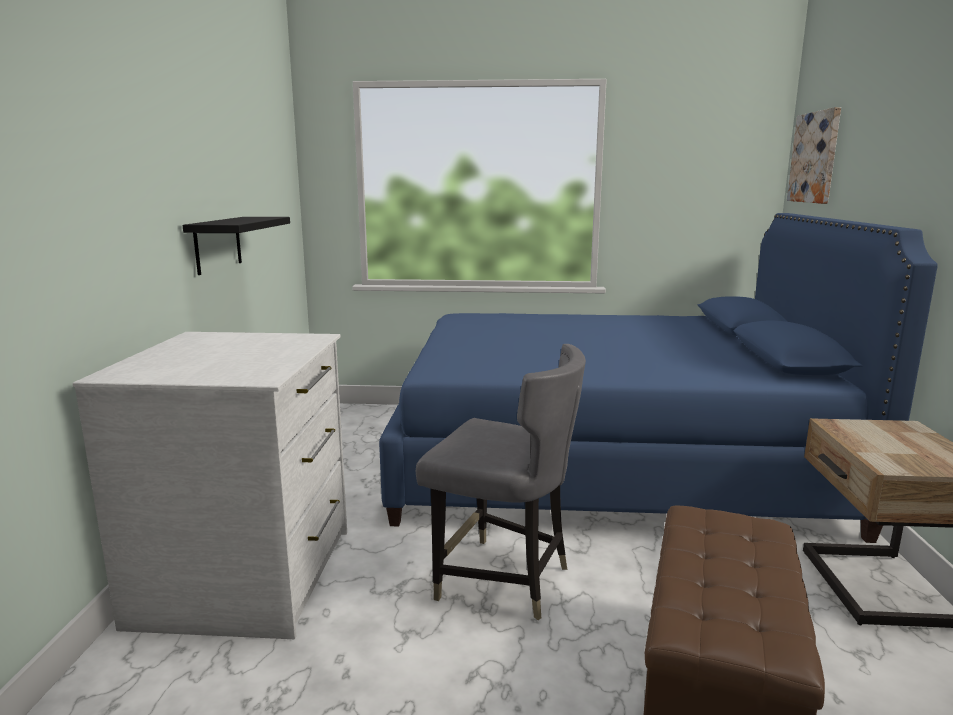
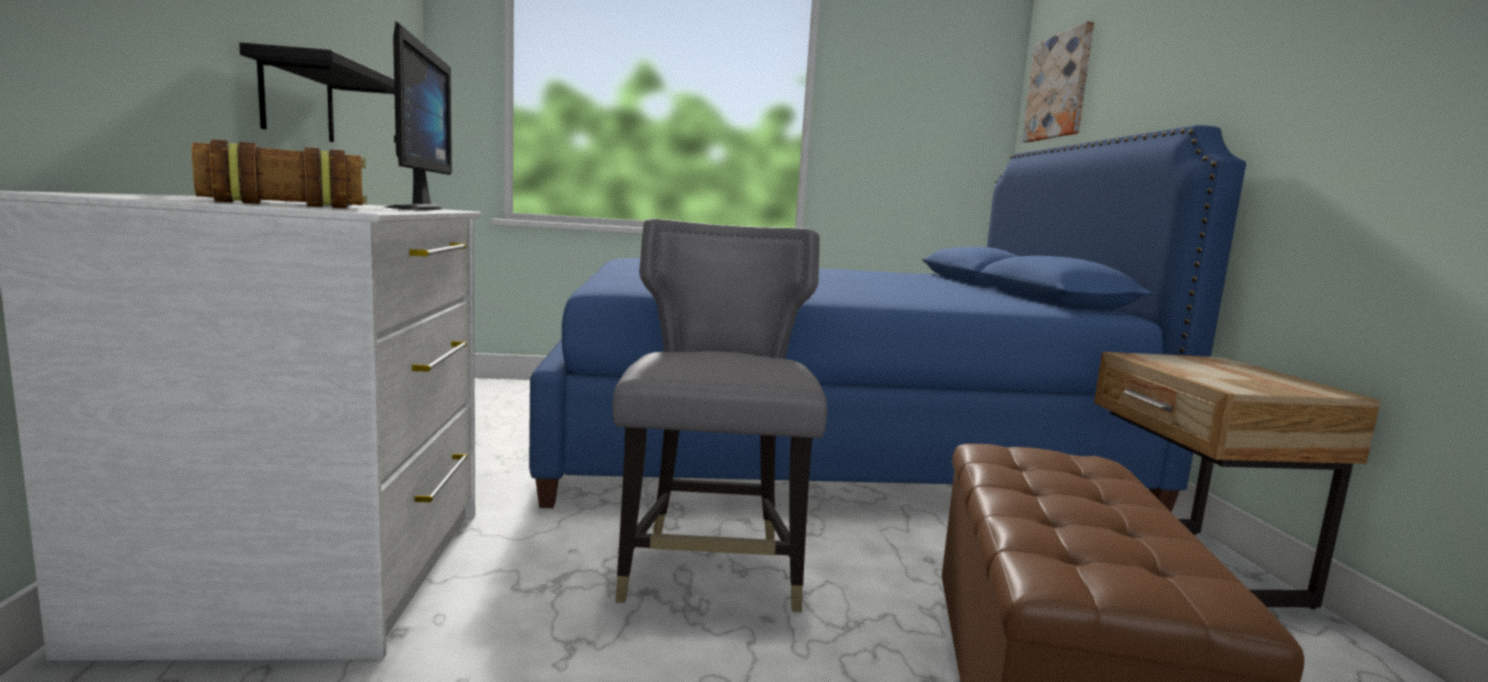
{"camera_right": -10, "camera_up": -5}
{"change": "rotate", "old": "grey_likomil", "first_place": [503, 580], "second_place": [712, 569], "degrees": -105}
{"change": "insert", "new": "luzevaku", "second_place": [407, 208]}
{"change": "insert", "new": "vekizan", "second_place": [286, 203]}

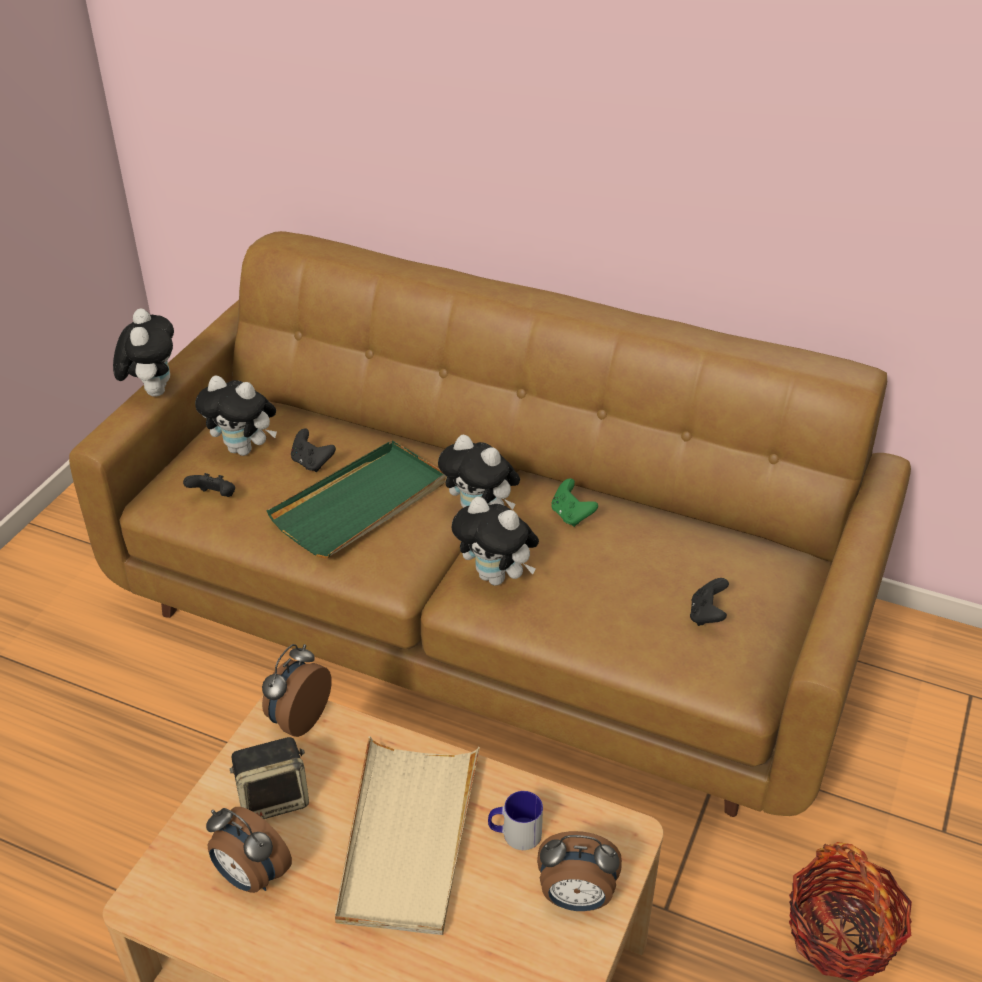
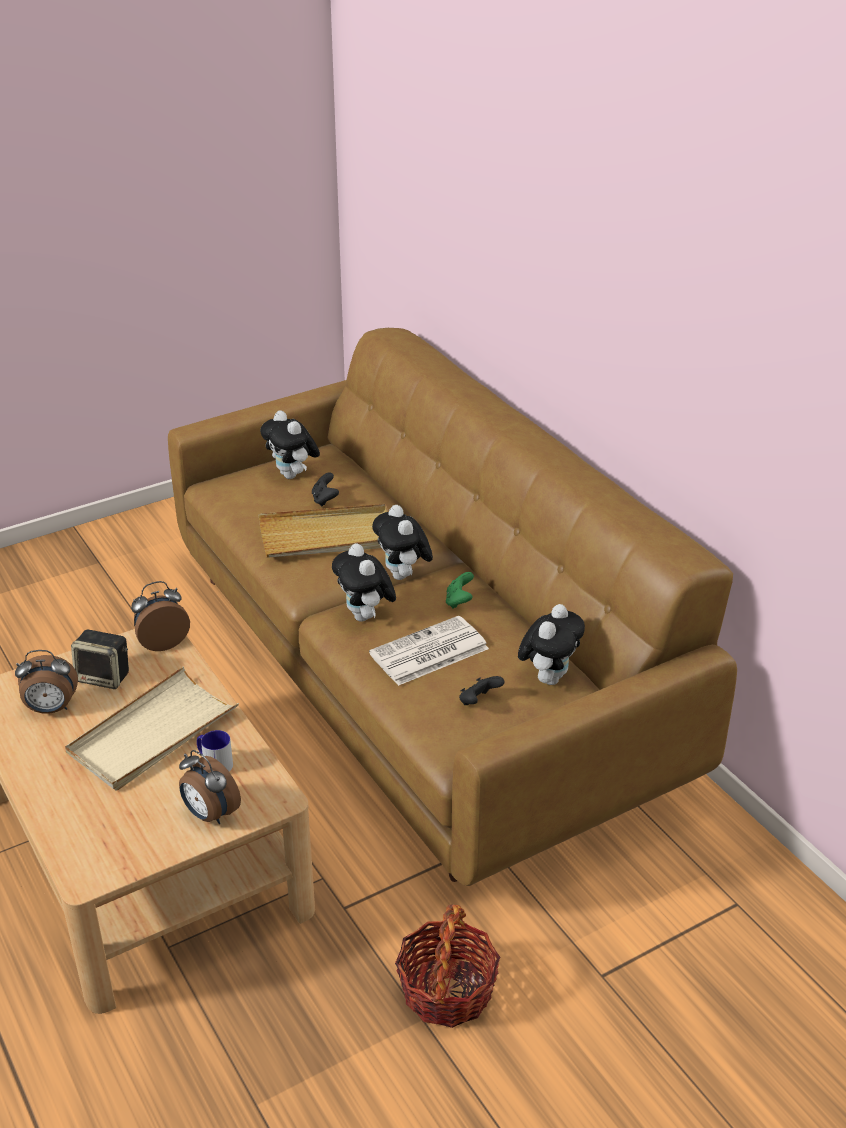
{"camera_right": 35, "camera_up": -5}
{"change": "move", "old": "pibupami", "first_place": [152, 390], "second_place": [549, 677]}
{"change": "recolor", "old": "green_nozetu", "new": "beige_nozetu", "first_place": [361, 503], "second_place": [328, 536]}
{"change": "delete", "old": "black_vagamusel", "first_place": [214, 497]}
{"change": "rotate", "old": "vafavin", "first_place": [251, 877], "second_place": [51, 709], "degrees": -75}
{"change": "insert", "new": "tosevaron", "second_place": [428, 652]}

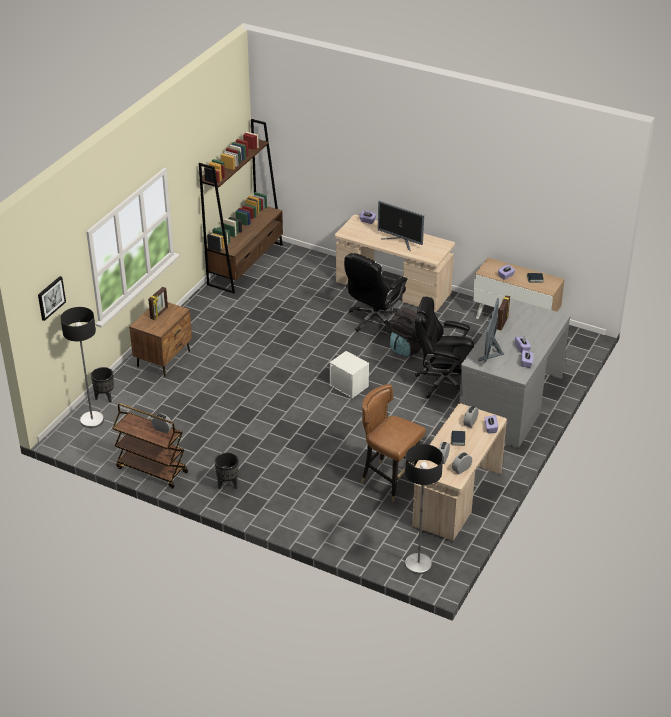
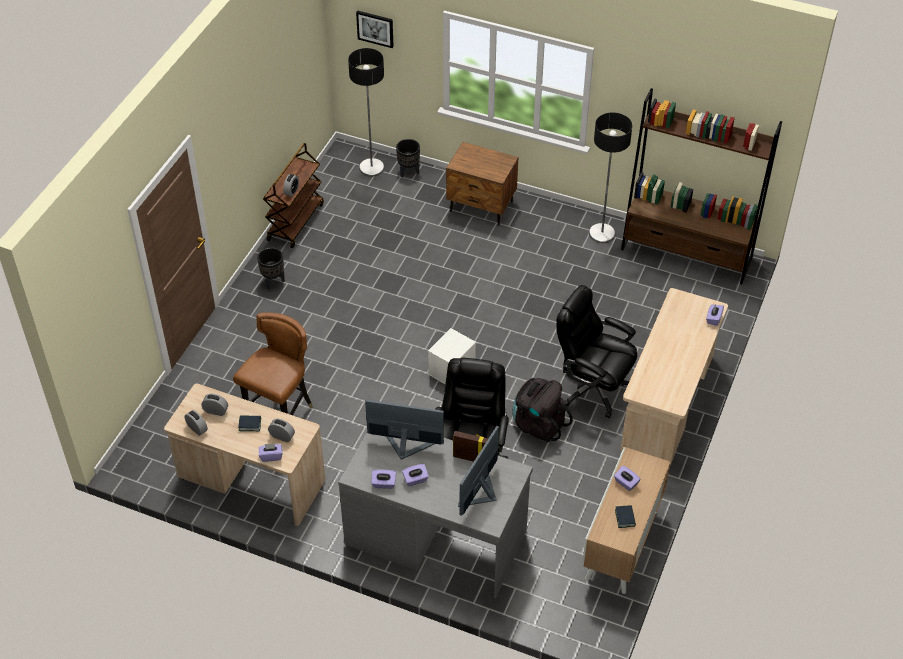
{"camera_right": 85, "camera_up": 10}
{"change": "move", "old": "luzevaku", "first_place": [400, 242], "second_place": [481, 493]}
{"change": "delete", "old": "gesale", "first_place": [159, 313]}
{"change": "move", "old": "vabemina", "first_place": [418, 564], "second_place": [602, 234]}

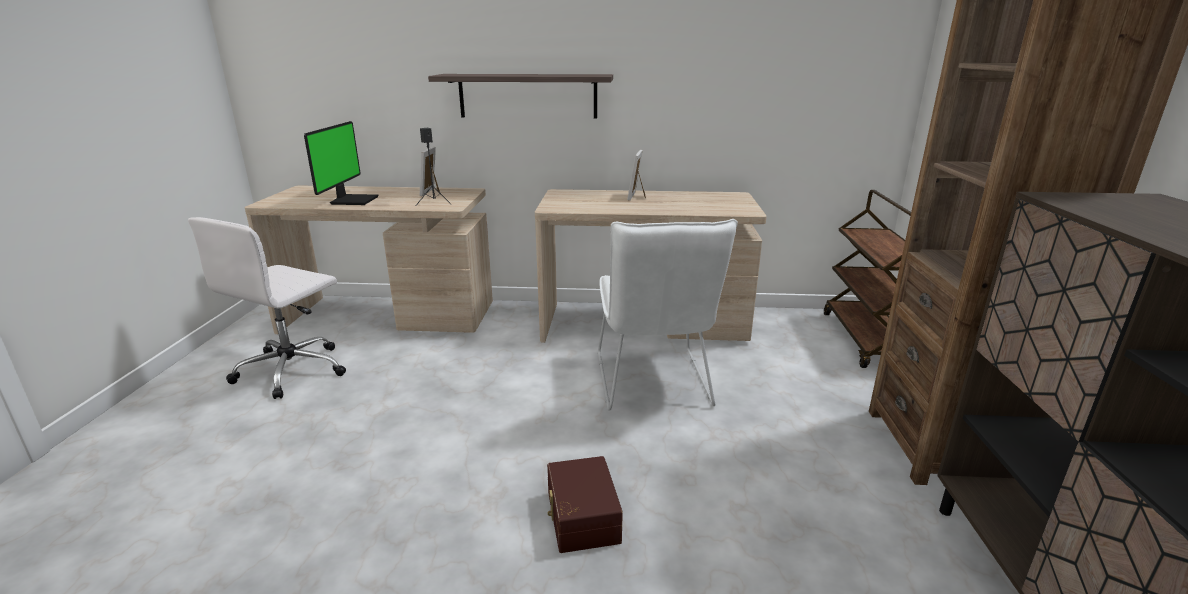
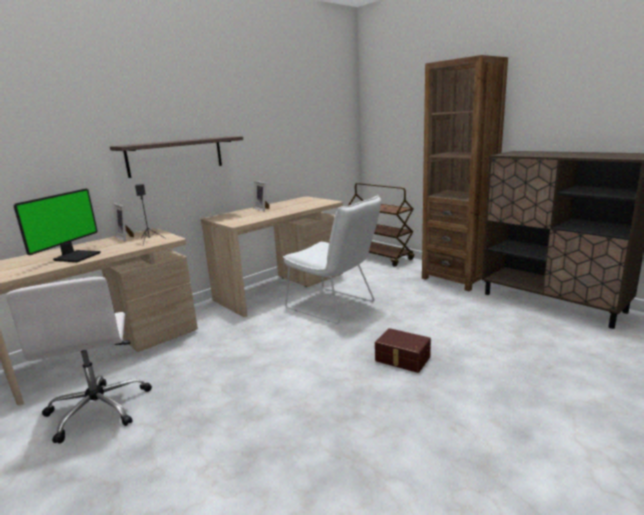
{"camera_right": -45, "camera_up": -5}
{"change": "rotate", "old": "luzevaku", "first_place": [352, 200], "second_place": [76, 256], "degrees": 60}

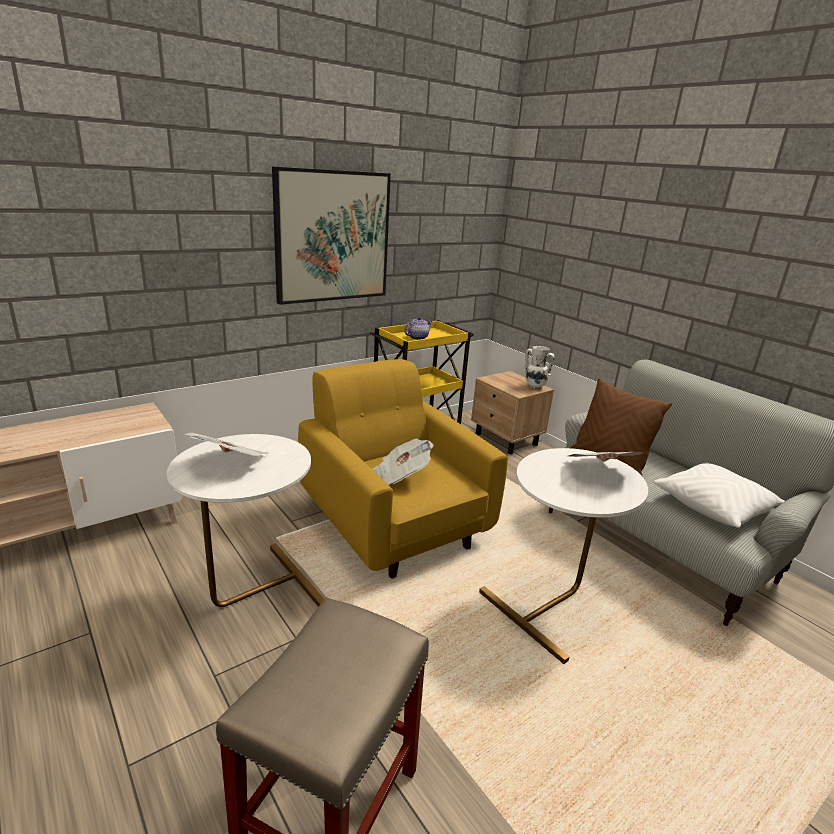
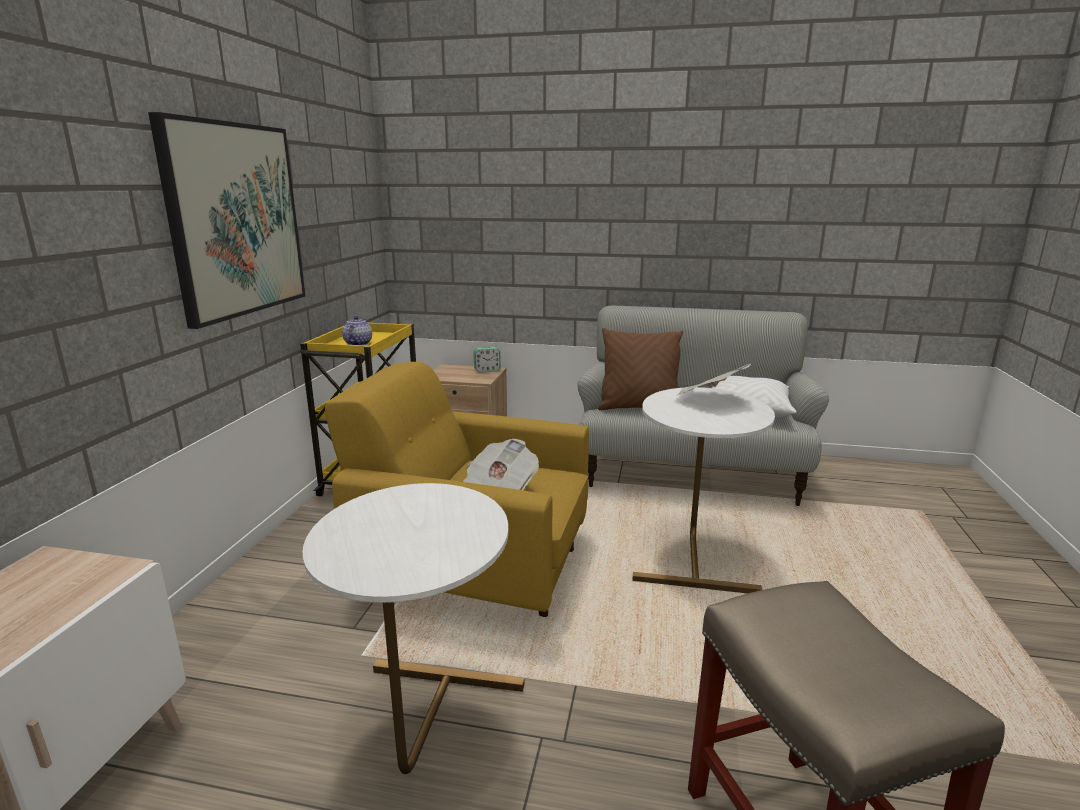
{"camera_right": -40, "camera_up": -5}
{"change": "replace", "old": "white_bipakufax", "new": "vafavin", "first_place": [534, 386], "second_place": [487, 370]}
{"change": "delete", "old": "tosevaron", "first_place": [231, 463]}

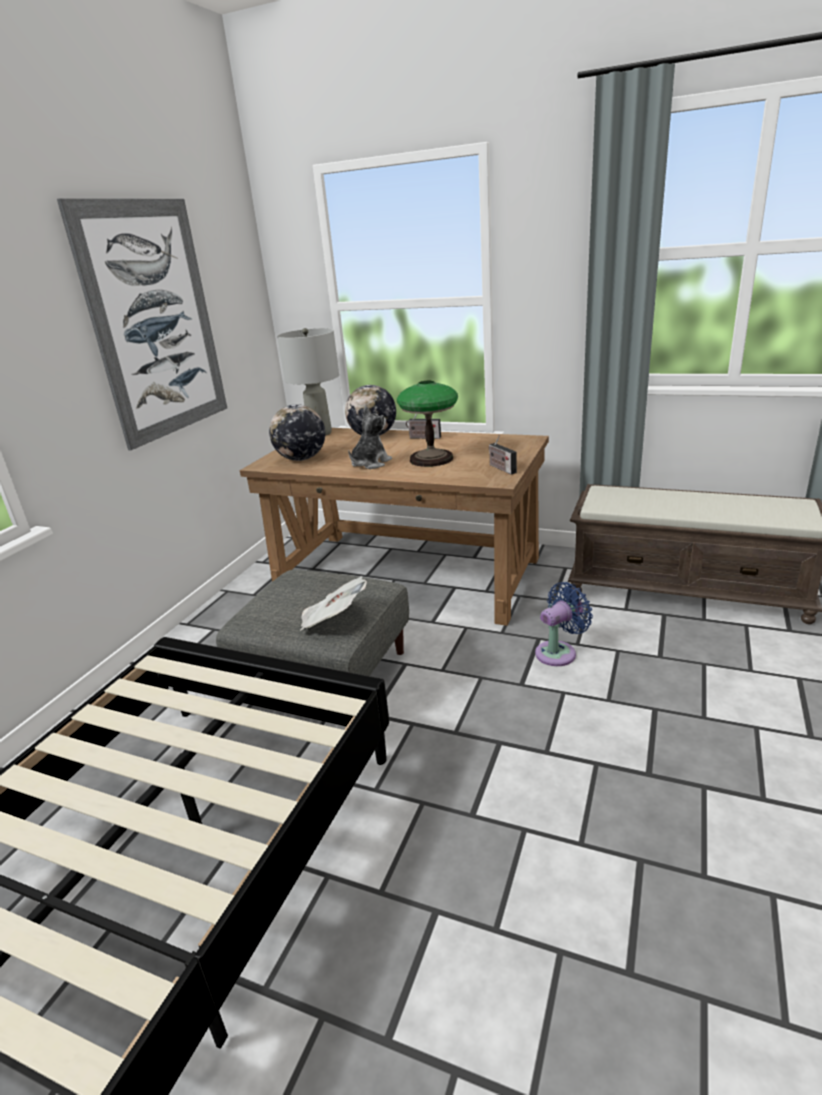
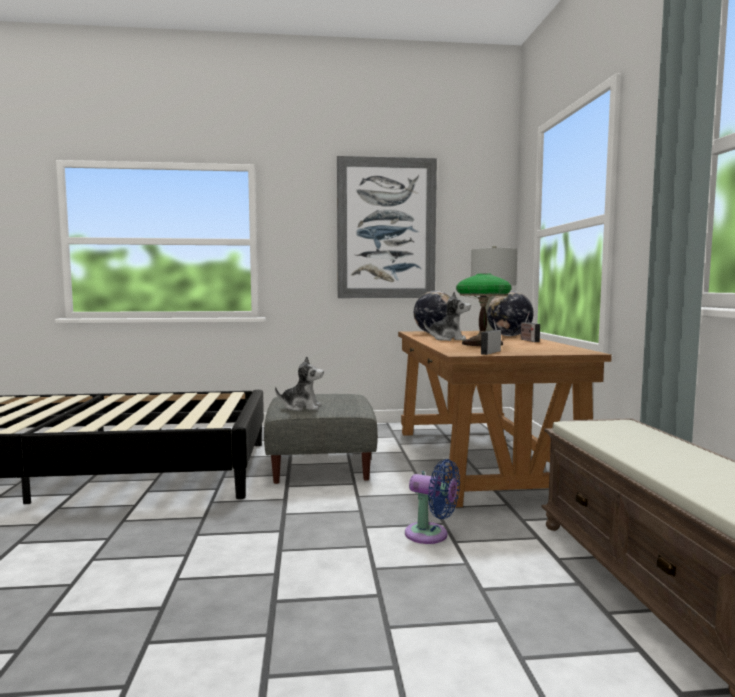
{"camera_right": 60, "camera_up": -20}
{"change": "replace", "old": "tosevaron", "new": "pibupami", "first_place": [333, 620], "second_place": [301, 407]}

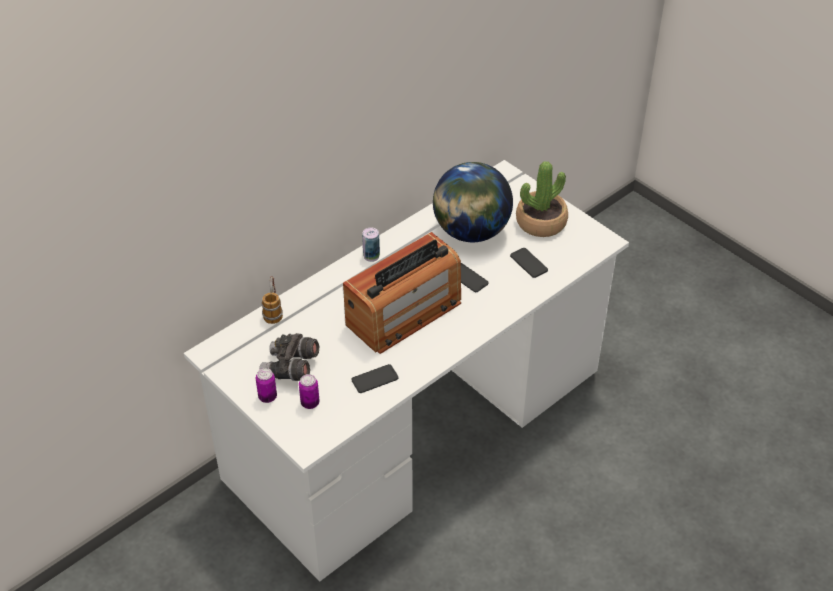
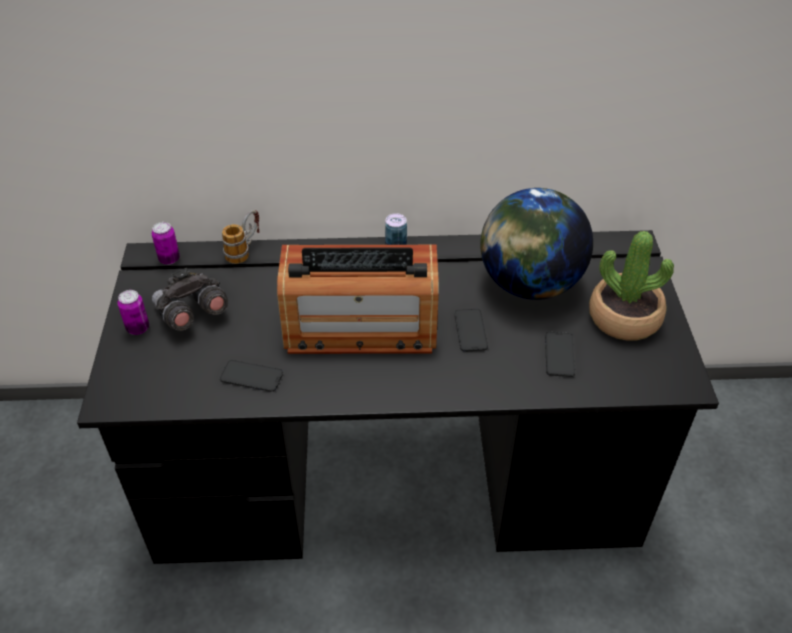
{"camera_right": 40, "camera_up": 0}
{"change": "recolor", "old": "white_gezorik", "new": "black_gezorik", "first_place": [415, 424], "second_place": [395, 473]}
{"change": "move", "old": "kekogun", "first_place": [310, 403], "second_place": [169, 259]}

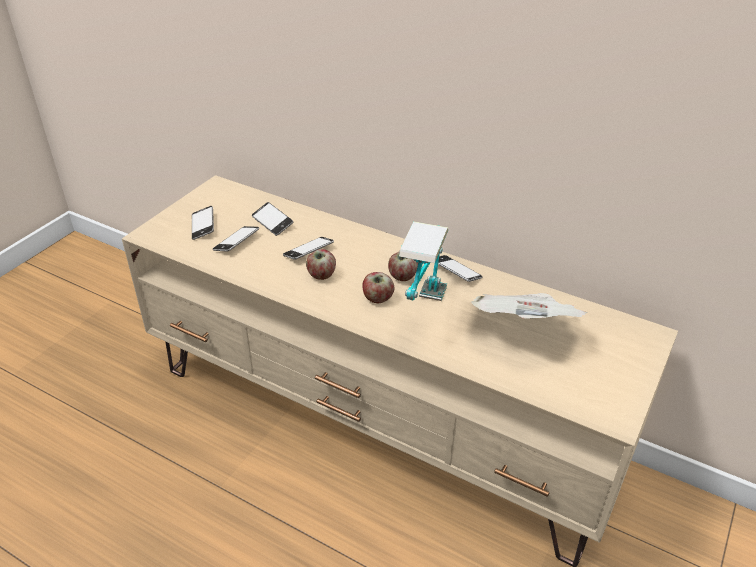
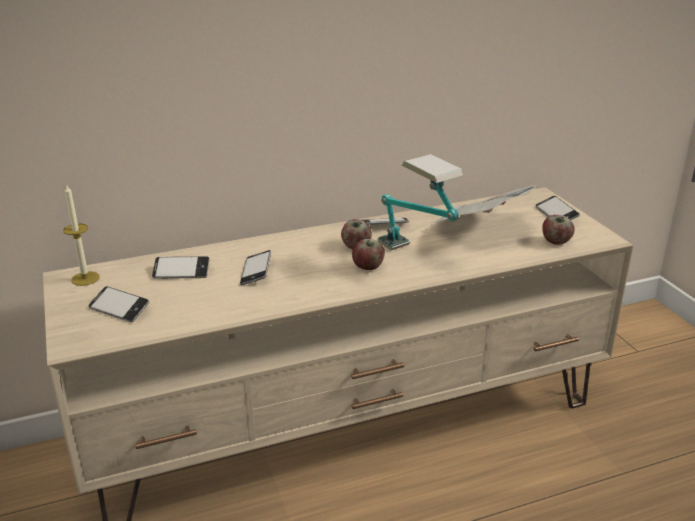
{"camera_right": -50, "camera_up": -10}
{"change": "move", "old": "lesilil", "first_place": [236, 242], "second_place": [556, 214]}
{"change": "move", "old": "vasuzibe", "first_place": [321, 275], "second_place": [555, 242]}
{"change": "insert", "new": "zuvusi", "second_place": [85, 278]}

